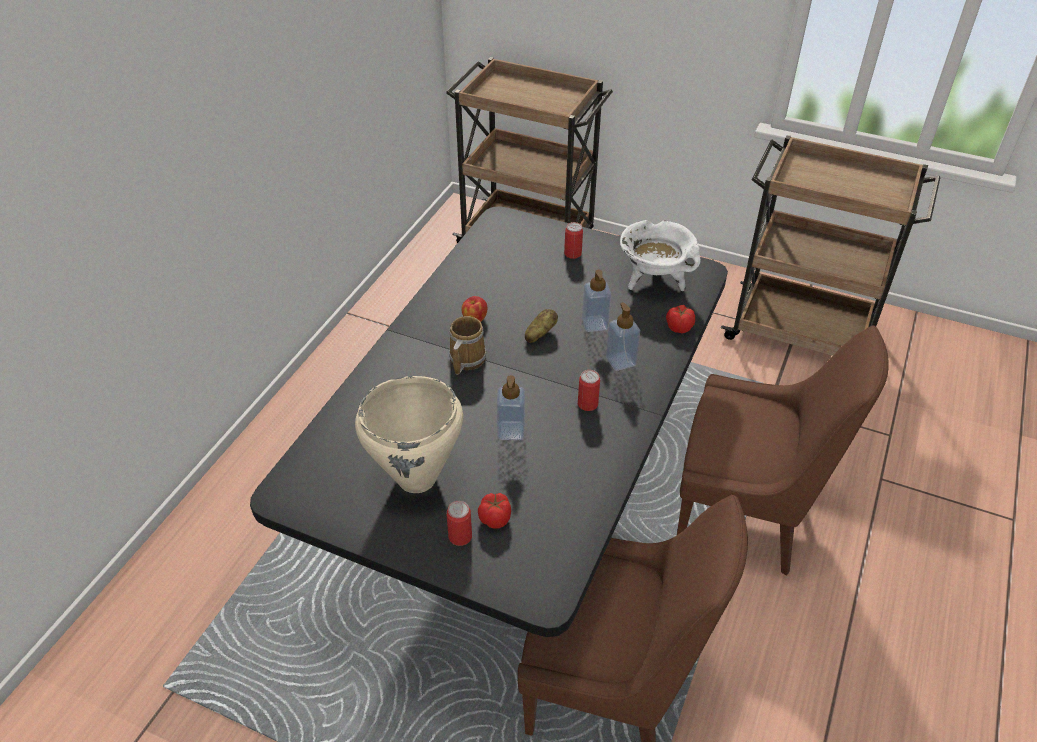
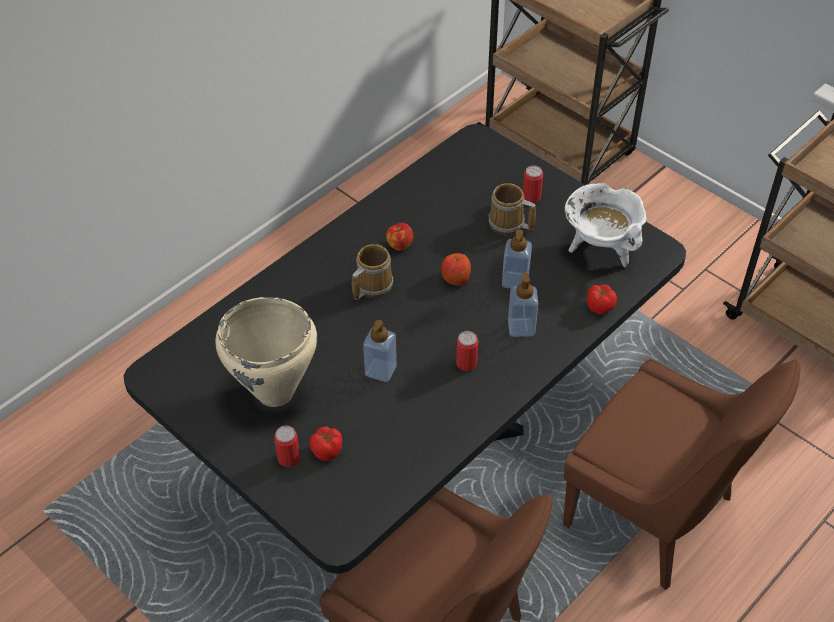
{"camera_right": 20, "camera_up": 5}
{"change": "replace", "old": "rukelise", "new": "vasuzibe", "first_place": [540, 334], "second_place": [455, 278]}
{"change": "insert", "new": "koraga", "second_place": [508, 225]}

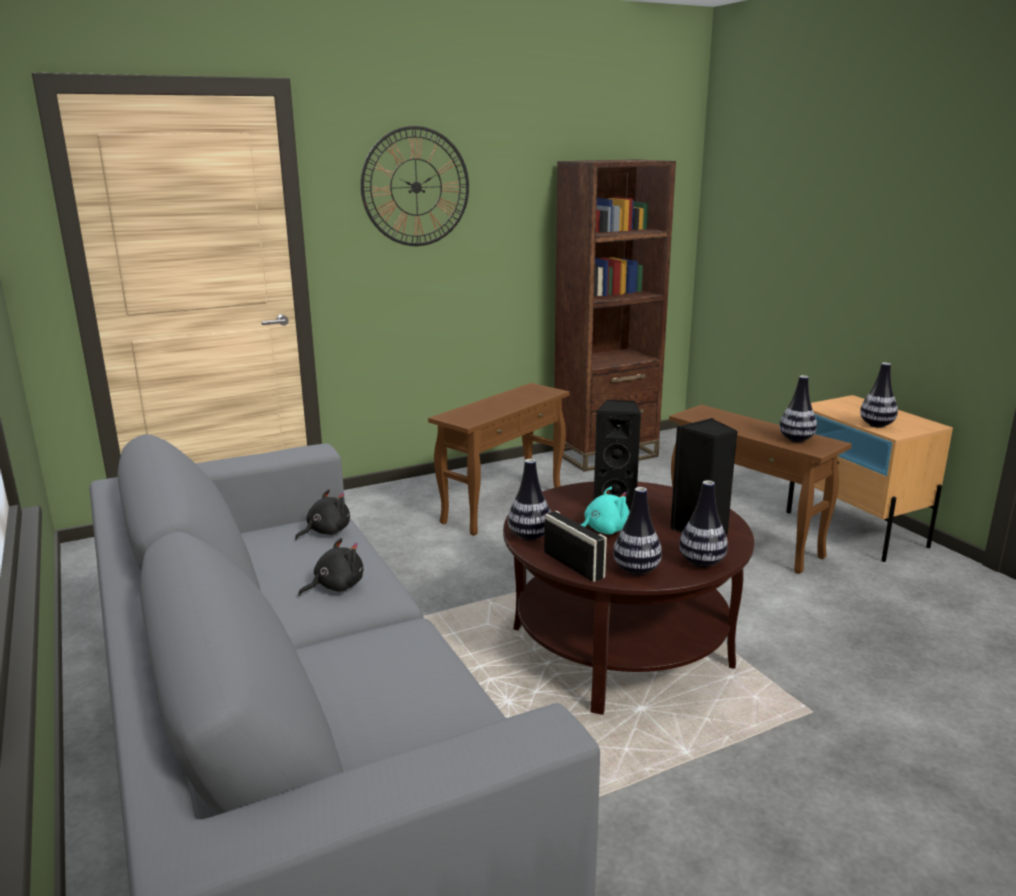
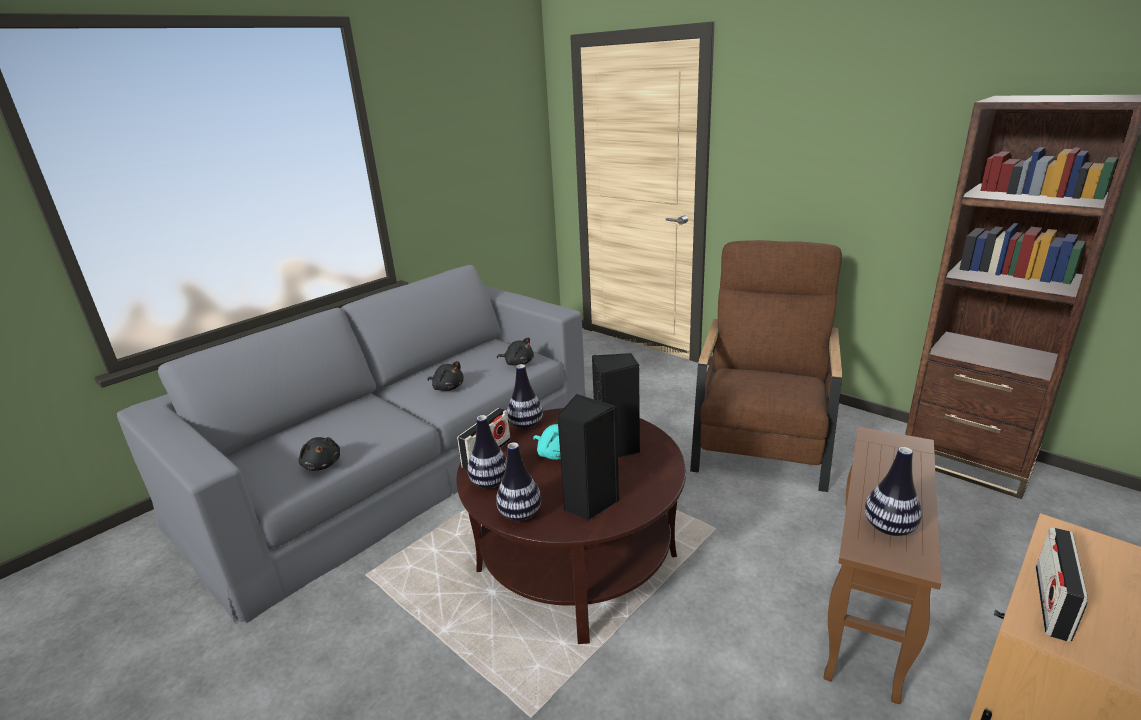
{"camera_right": 70, "camera_up": 5}
{"change": "delete", "old": "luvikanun", "first_place": [416, 187]}
{"change": "replace", "old": "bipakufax", "new": "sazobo", "first_place": [876, 425], "second_place": [1051, 602]}
{"change": "replace", "old": "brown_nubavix", "new": "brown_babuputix", "first_place": [502, 507], "second_place": [763, 437]}
{"change": "insert", "new": "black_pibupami", "second_place": [322, 464]}

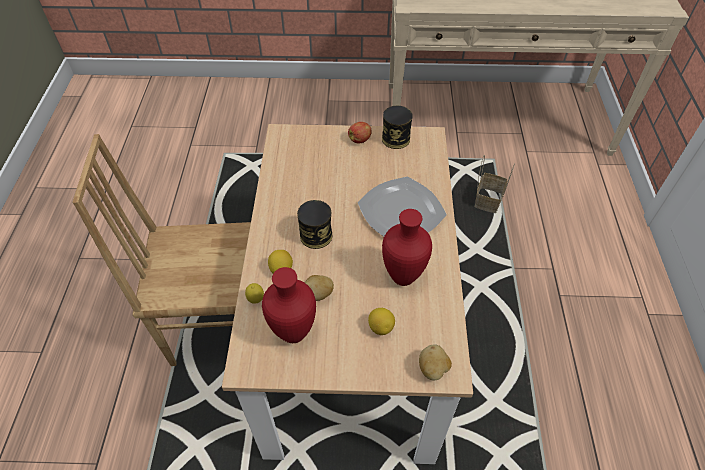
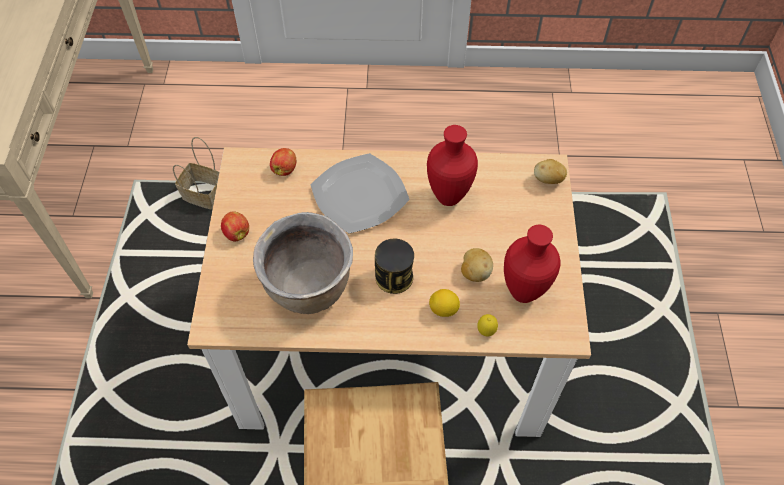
{"camera_right": -90, "camera_up": 5}
{"change": "delete", "old": "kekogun", "first_place": [395, 139]}
{"change": "delete", "old": "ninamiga", "first_place": [380, 327]}
{"change": "insert", "new": "vasuzibe", "second_place": [285, 169]}
{"change": "insert", "new": "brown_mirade", "second_place": [309, 289]}

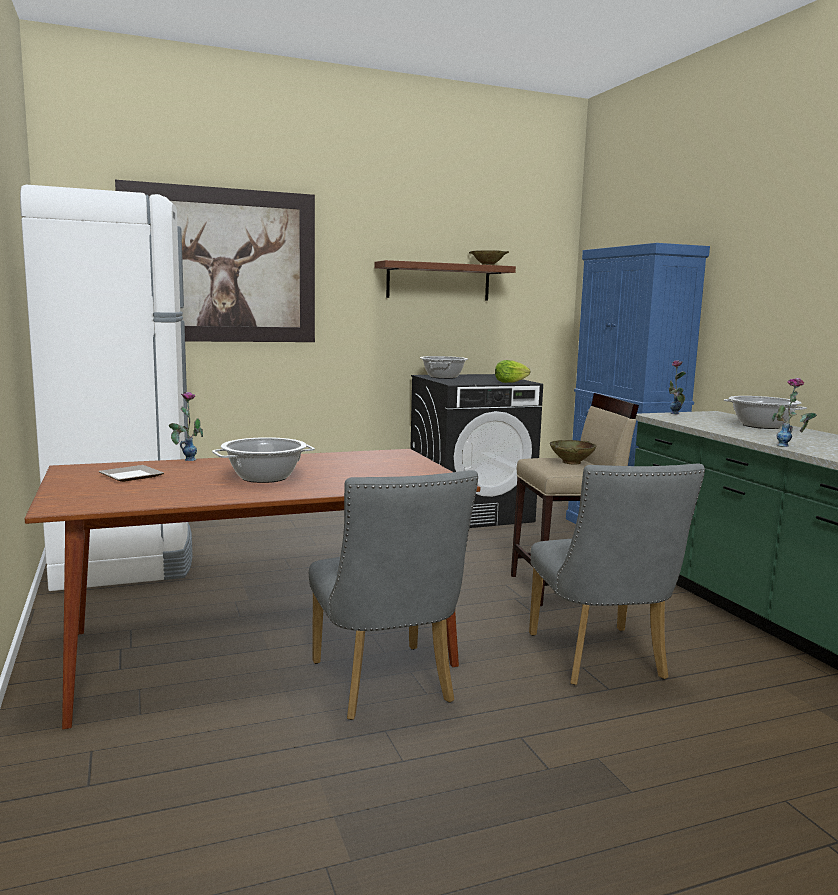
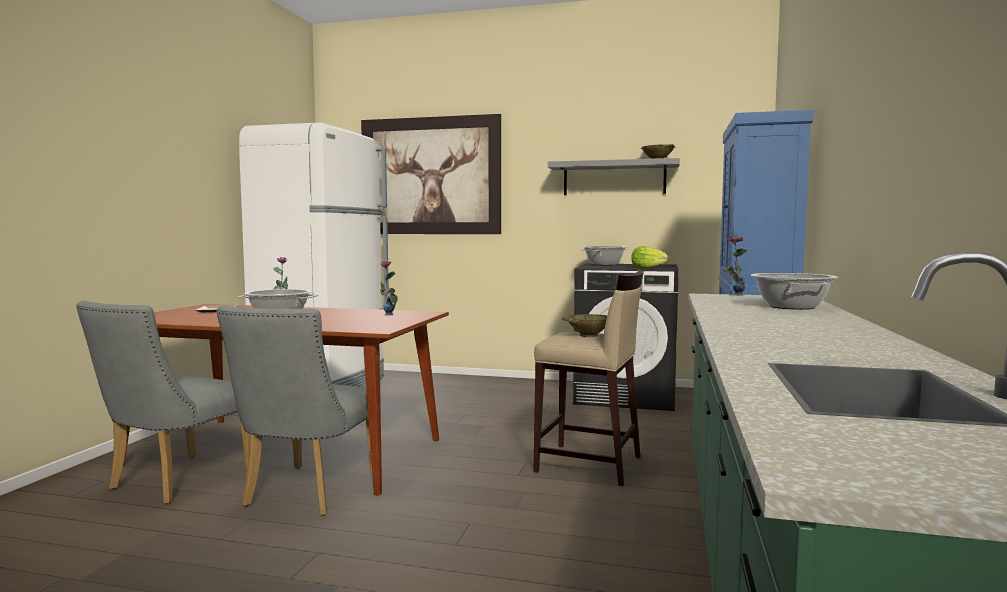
{"camera_right": 35, "camera_up": -5}
{"change": "recolor", "old": "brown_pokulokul", "new": "grey_pokulokul", "first_place": [438, 282], "second_place": [614, 178]}
{"change": "move", "old": "bipakufax", "first_place": [790, 447], "second_place": [388, 316]}
{"change": "move", "old": "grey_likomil", "first_place": [601, 661], "second_place": [173, 482]}

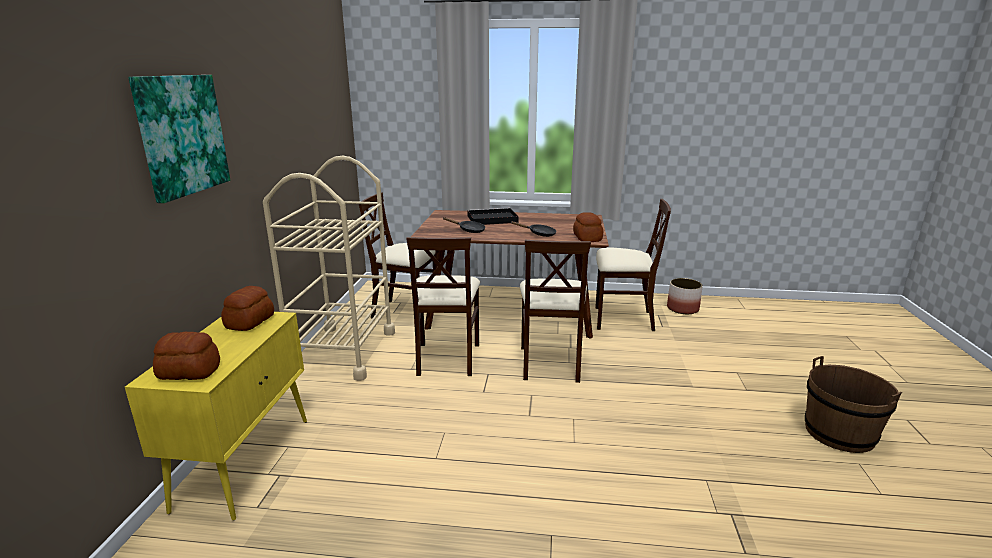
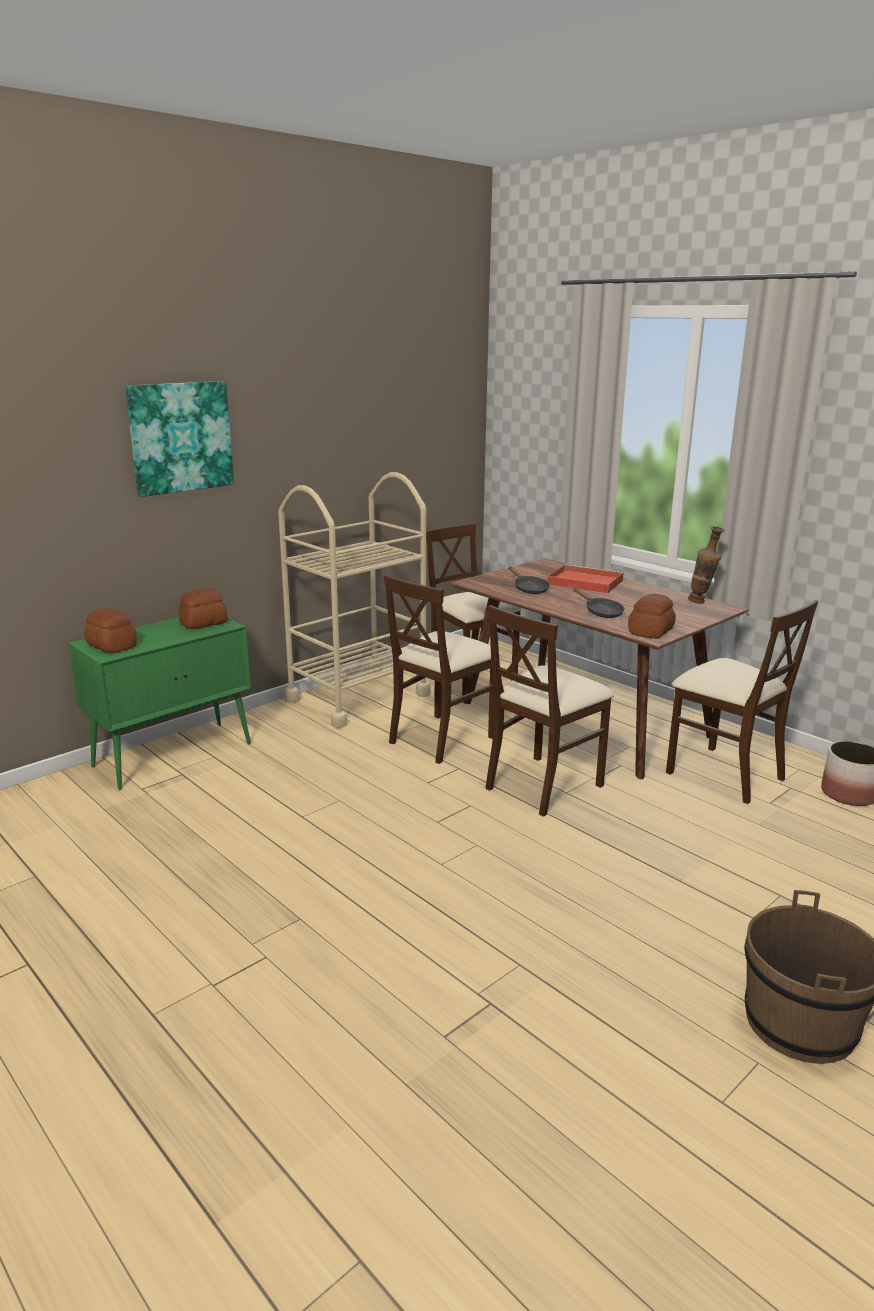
{"camera_right": 40, "camera_up": 0}
{"change": "recolor", "old": "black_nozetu", "new": "red_nozetu", "first_place": [491, 219], "second_place": [583, 582]}
{"change": "recolor", "old": "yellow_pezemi", "new": "green_pezemi", "first_place": [245, 461], "second_place": [174, 754]}
{"change": "insert", "new": "bipakufax", "second_place": [701, 603]}

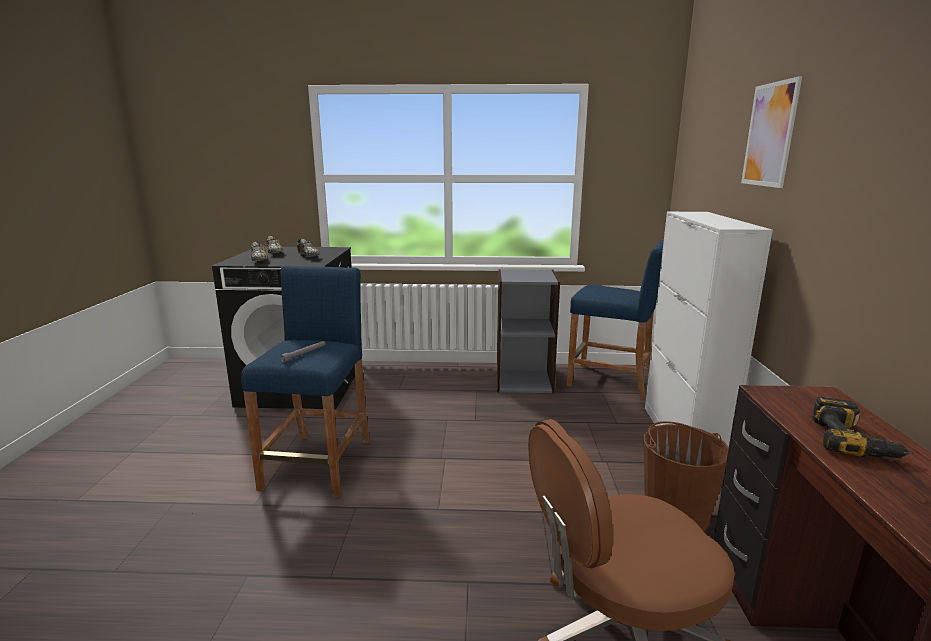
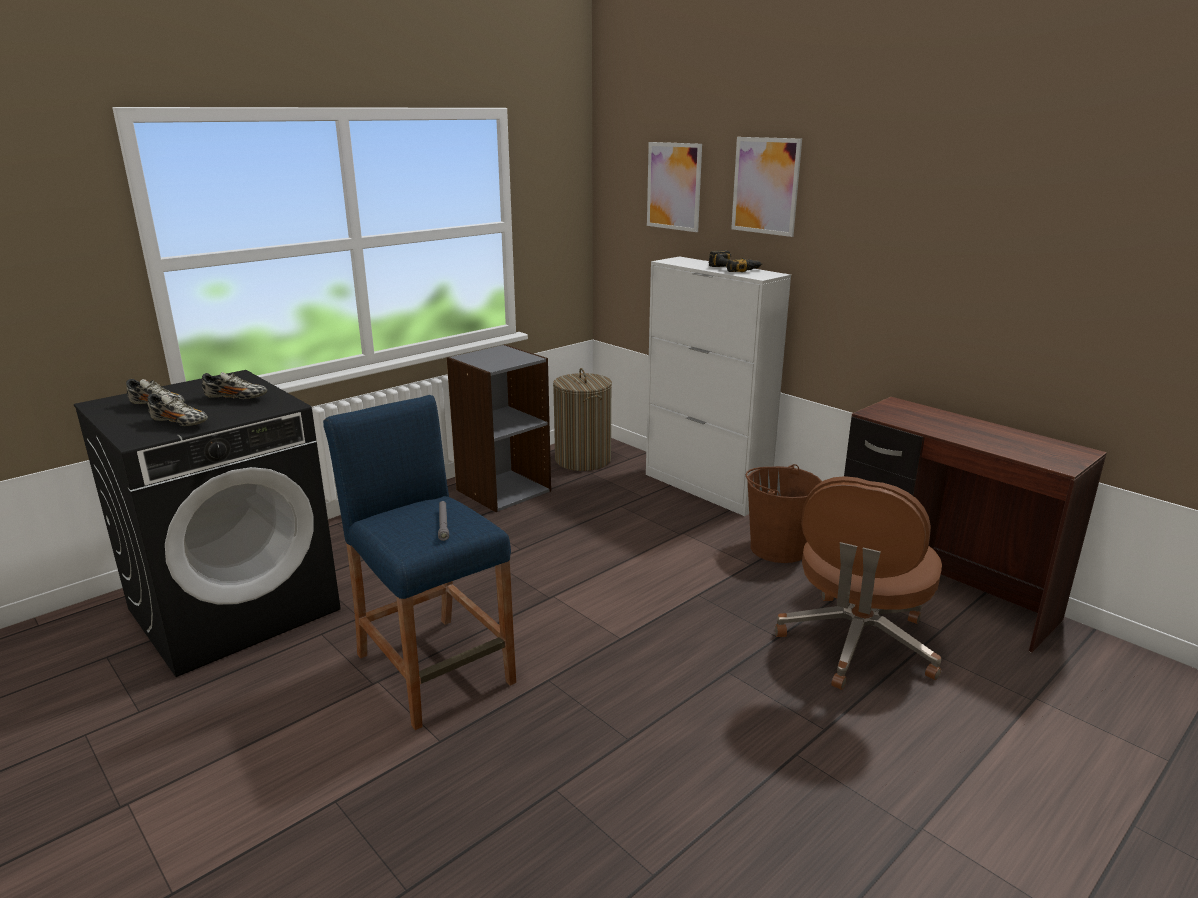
{"camera_right": -45, "camera_up": 5}
{"change": "replace", "old": "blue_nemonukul", "new": "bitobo", "first_place": [610, 381], "second_place": [583, 460]}
{"change": "move", "old": "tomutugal", "first_place": [854, 441], "second_place": [735, 269]}
{"change": "insert", "new": "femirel", "second_place": [673, 186]}

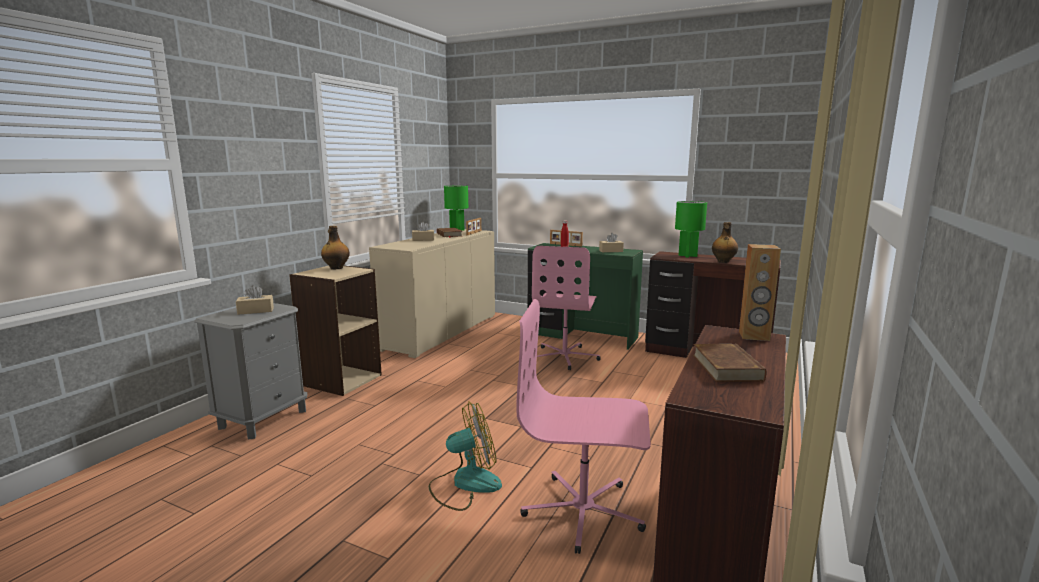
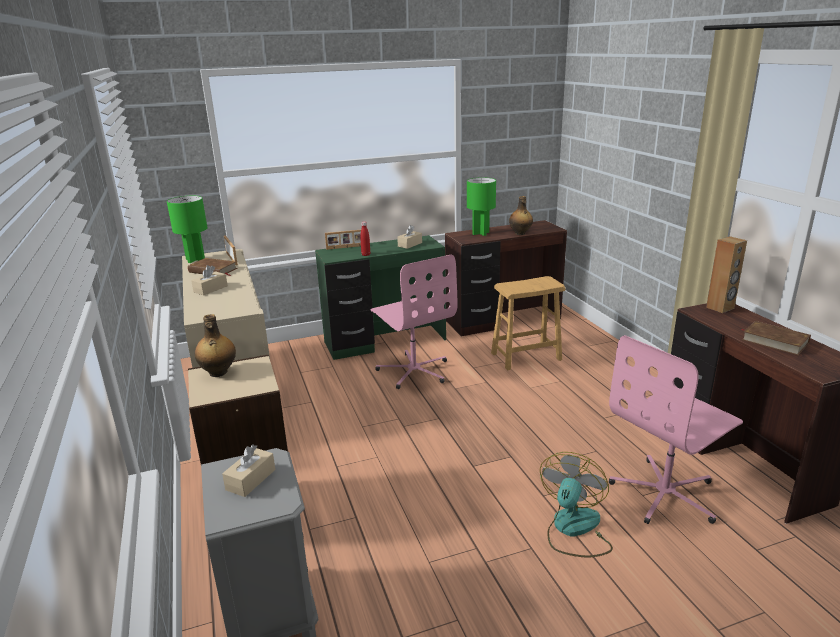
{"camera_right": -45, "camera_up": 10}
{"change": "insert", "new": "brown_nemonukul", "second_place": [526, 356]}

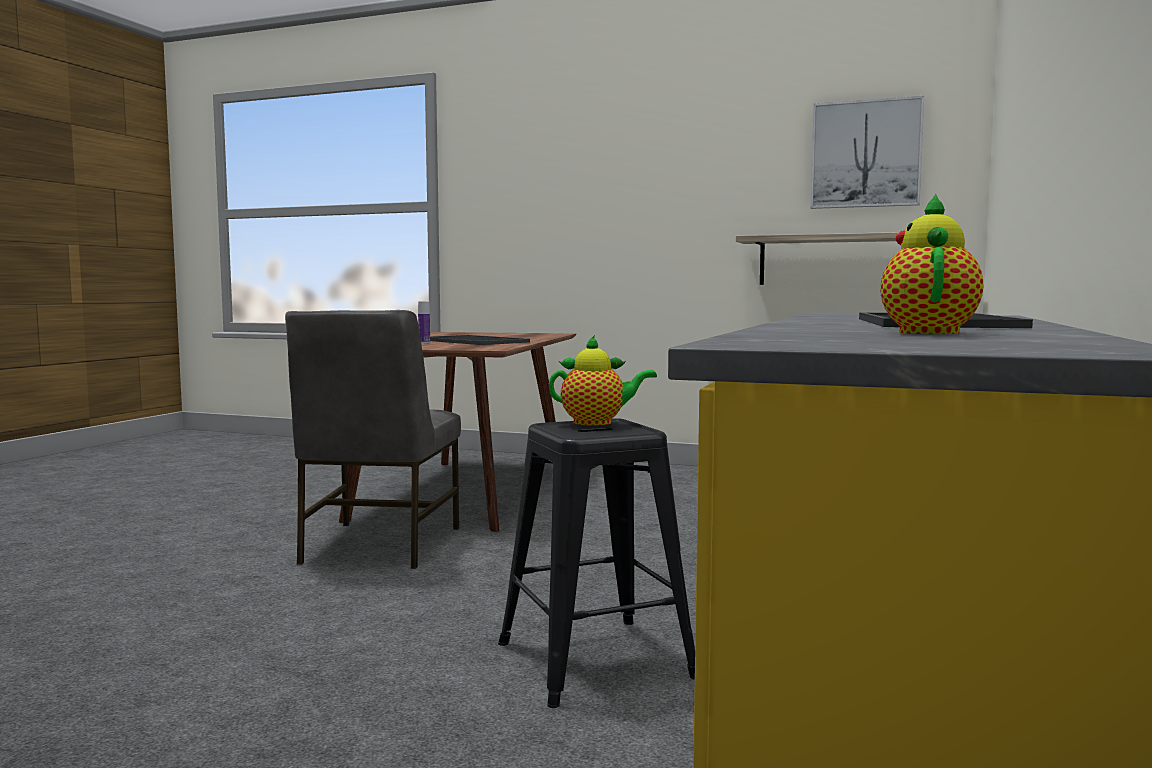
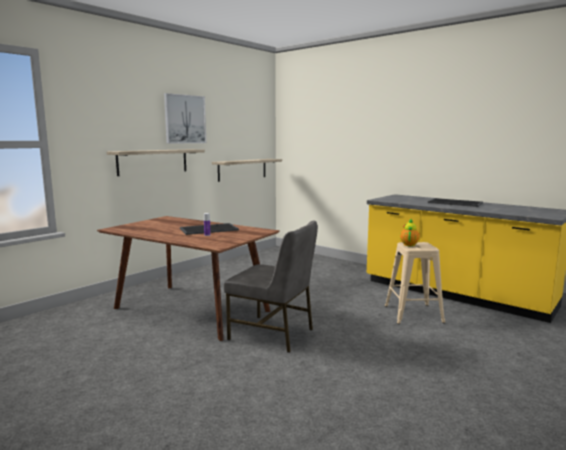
{"camera_right": -70, "camera_up": 5}
{"change": "move", "old": "femirel", "first_place": [866, 154], "second_place": [185, 119]}
{"change": "delete", "old": "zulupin", "first_place": [928, 332]}
{"change": "recolor", "old": "black_nemonukul", "new": "beige_nemonukul", "first_place": [594, 660], "second_place": [414, 314]}
{"change": "insert", "new": "pokulokul", "second_place": [153, 162]}

